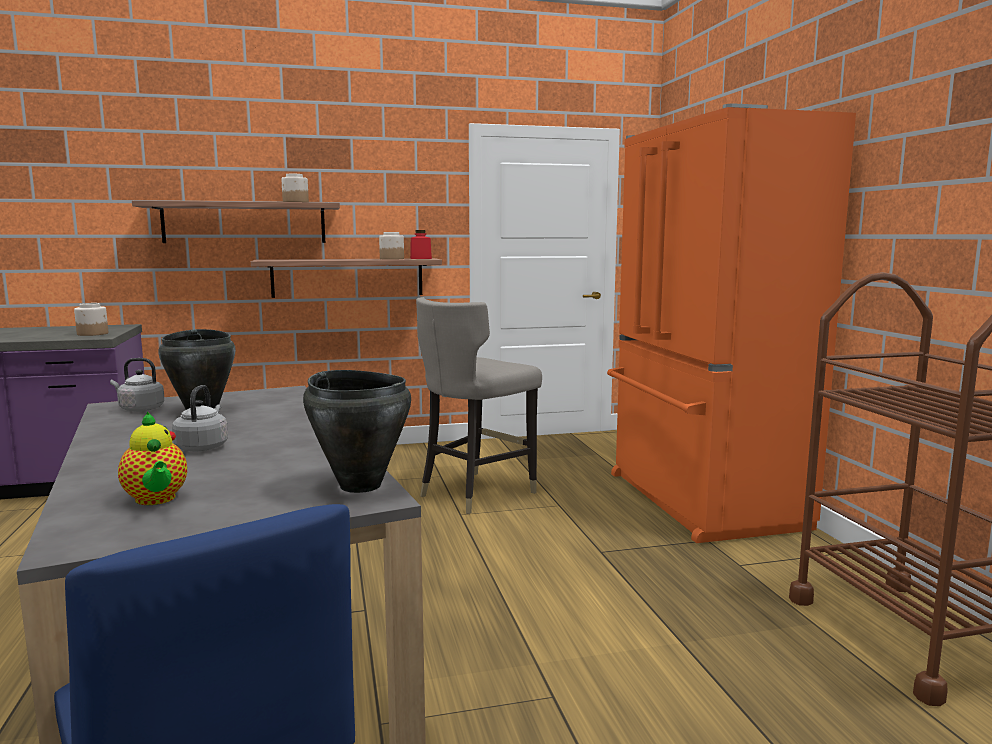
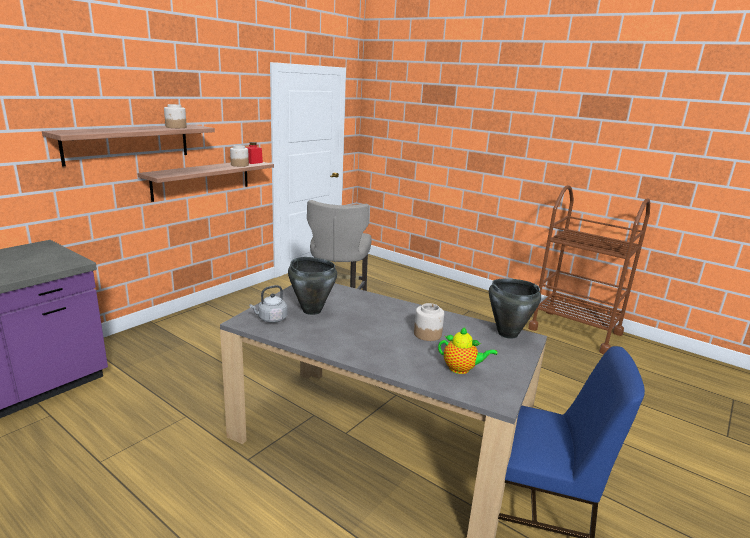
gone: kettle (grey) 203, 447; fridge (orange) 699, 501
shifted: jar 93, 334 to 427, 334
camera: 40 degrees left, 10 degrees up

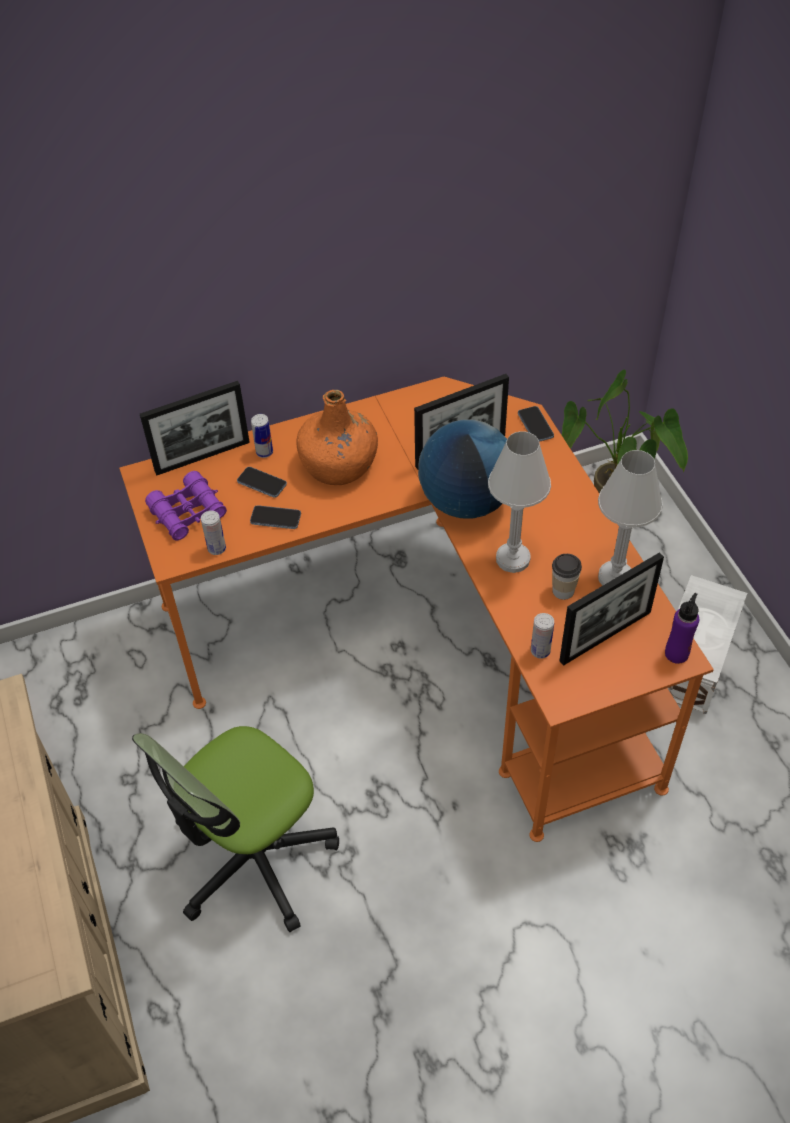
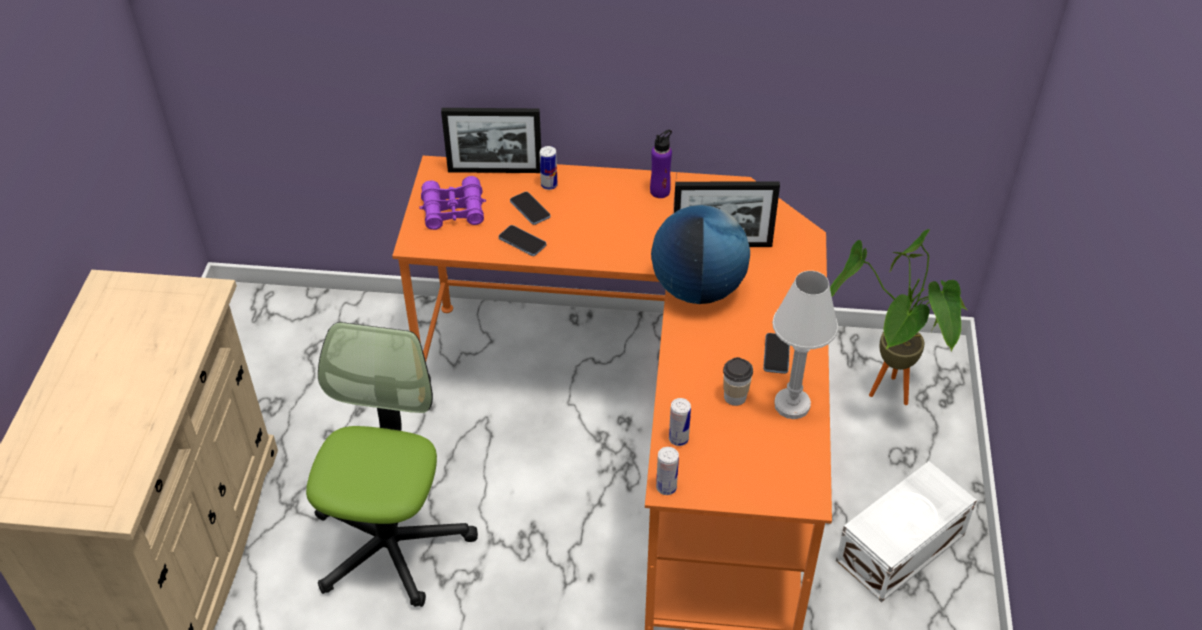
gone: bottle (orange) 339, 464; table lamp (white) 513, 559; picture frame 605, 636
shifted: can 217, 548 to 666, 487; phone 535, 425 to 776, 354; bottle (purple) 676, 653 to 660, 191
rotated: office chair 253, 858 = 391, 543 120 degrees clockwise
camera: 25 degrees right, 5 degrees down

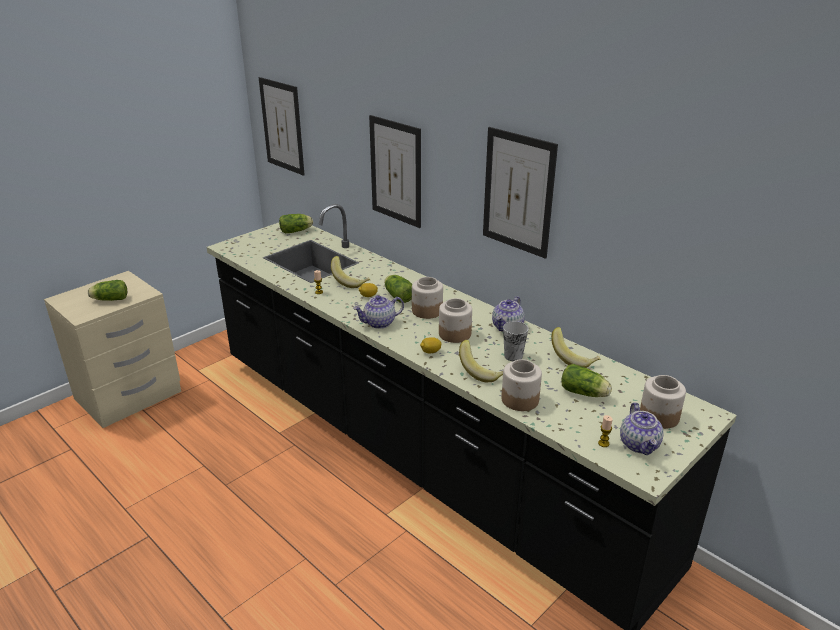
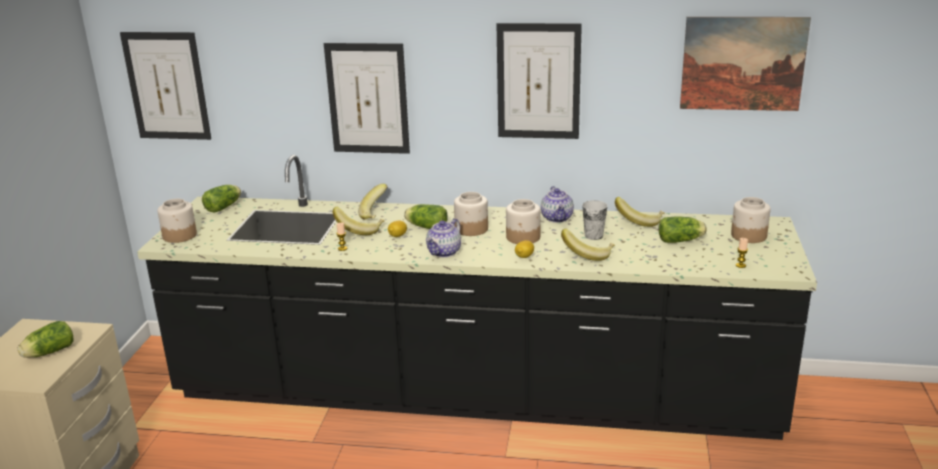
gone: teapot 640, 445
new: banana 376, 214; picture 743, 63
shifted: jar 520, 399 to 180, 235
camera: 35 degrees left, 5 degrees down

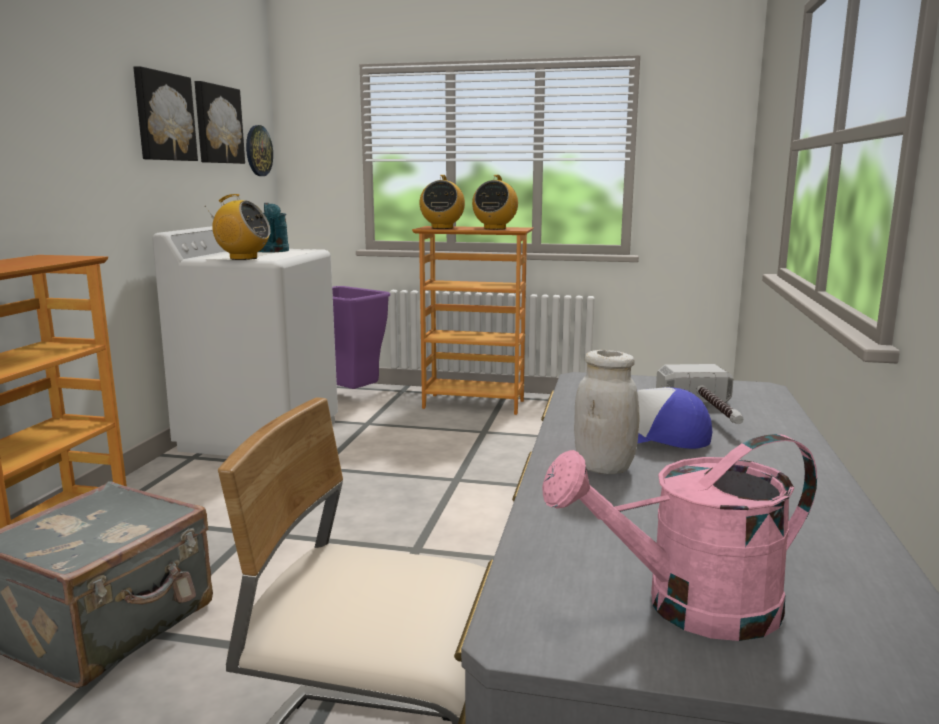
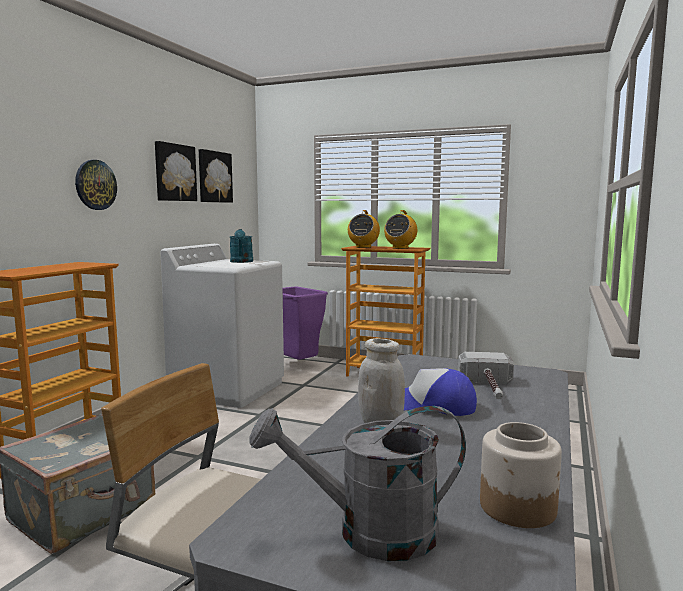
gone: radio 243, 258
new: jar 518, 507
shifted: wall clock 258, 151 to 95, 185
repainted: watering can (pink) 690, 608 to watering can (grey) 369, 533
camera: 10 degrees right, 5 degrees down

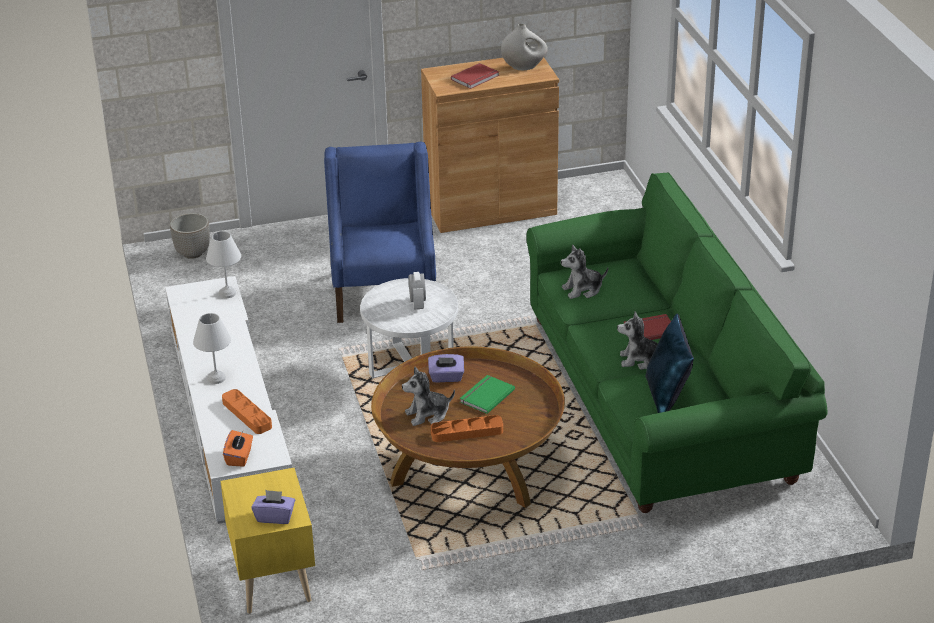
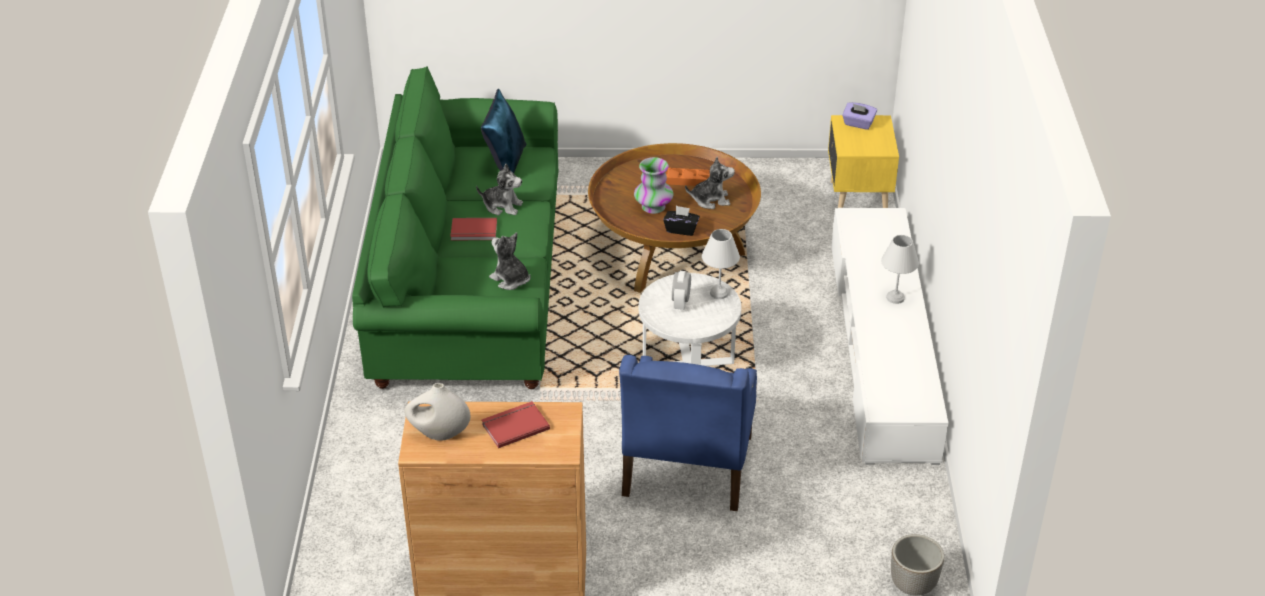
gone: tray (orange) 247, 415; tissue box (orange) 239, 457
shifted: table lamp (white) 227, 294 to 719, 292
swapped: book (green) 485, 396 to vase 653, 207
repainted: tissue box (purple) 446, 377 to tissue box (black) 681, 229
rotated: plush toy 582, 290 = 510, 280 135 degrees counterclockwise
camera: 165 degrees left, 5 degrees up

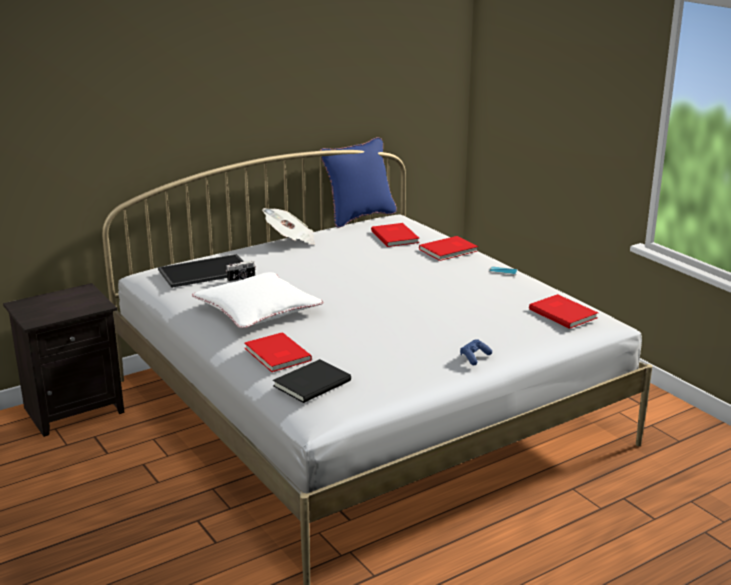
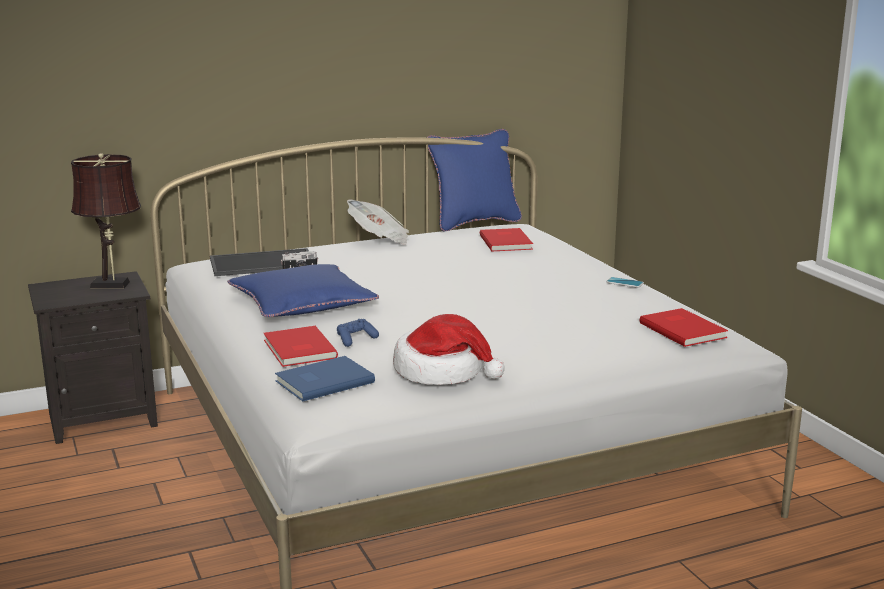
gone: book (red) 450, 250
new: table lamp (brown) 113, 285; hat 442, 371
shifted: game controller (blue) 474, 357 to 355, 339
repainted: pillow (white) 257, 309 to pillow (blue) 302, 303; book (black) 310, 383 to book (blue) 322, 381
camera: 10 degrees right, 5 degrees down

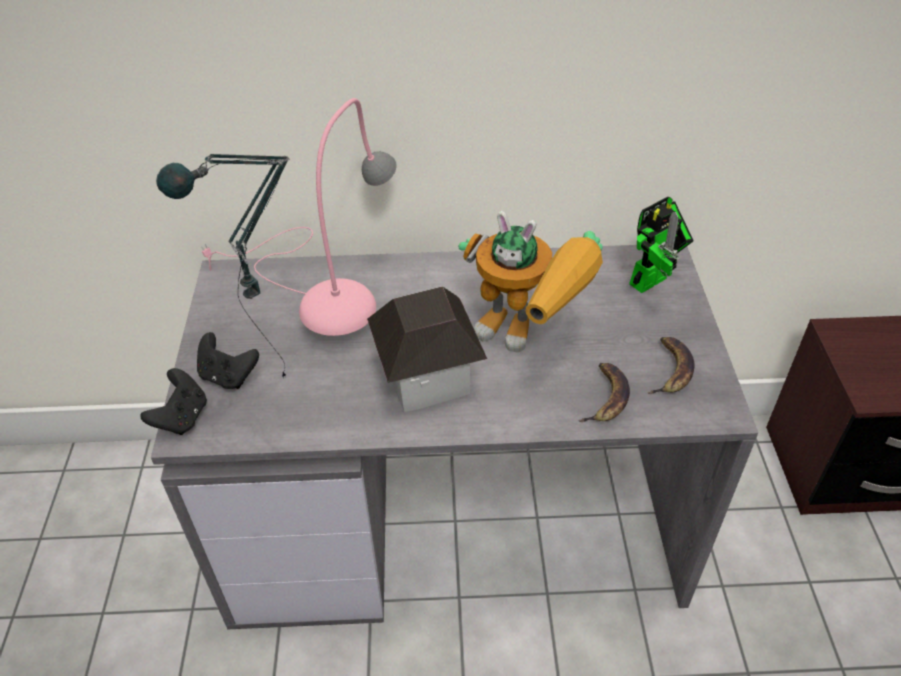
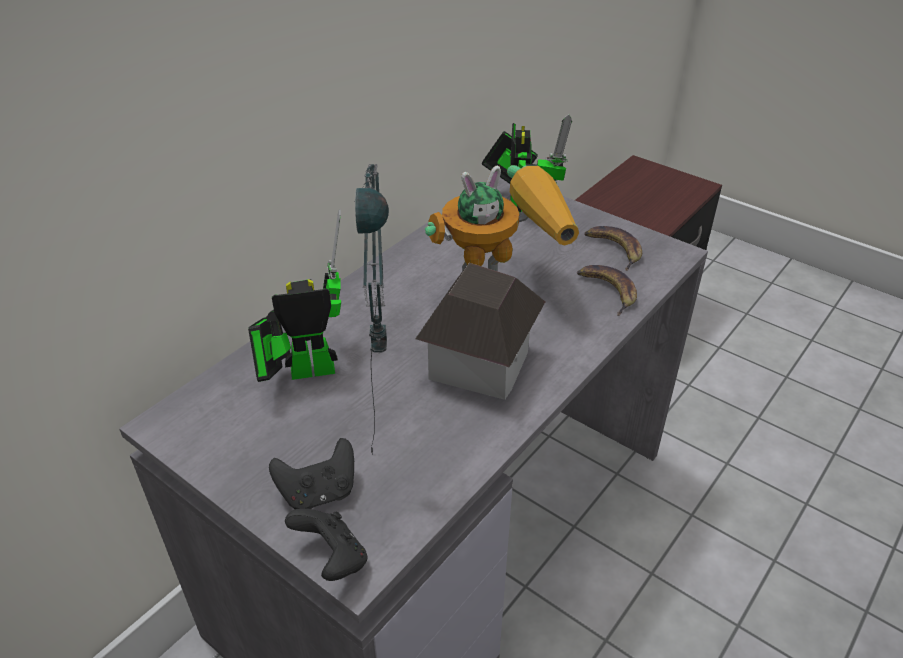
swapped: table lamp (pink) 326, 297 to toy robot 304, 371
camera: 50 degrees left, 5 degrees down

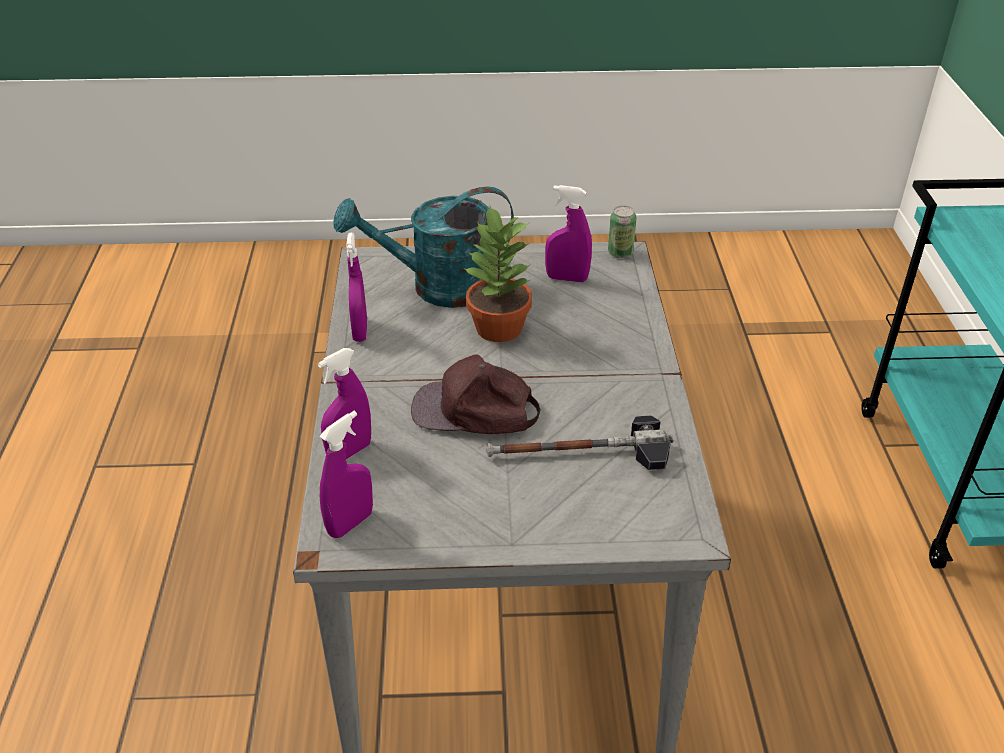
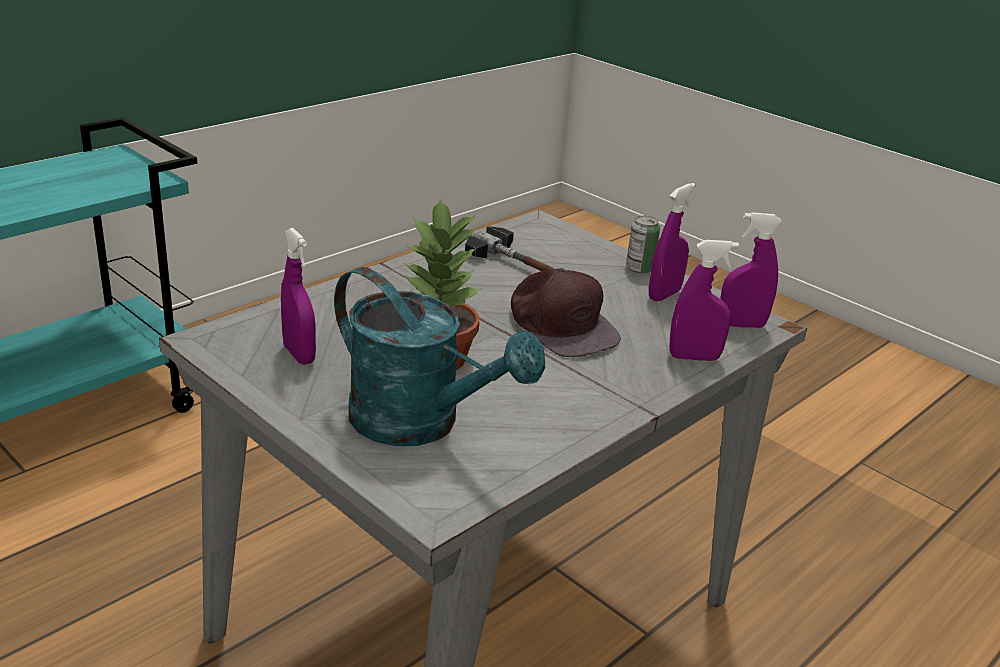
shifted: spray bottle (purple) 360, 331 to 664, 295; can 620, 252 to 639, 268
camera: 135 degrees left, 10 degrees down

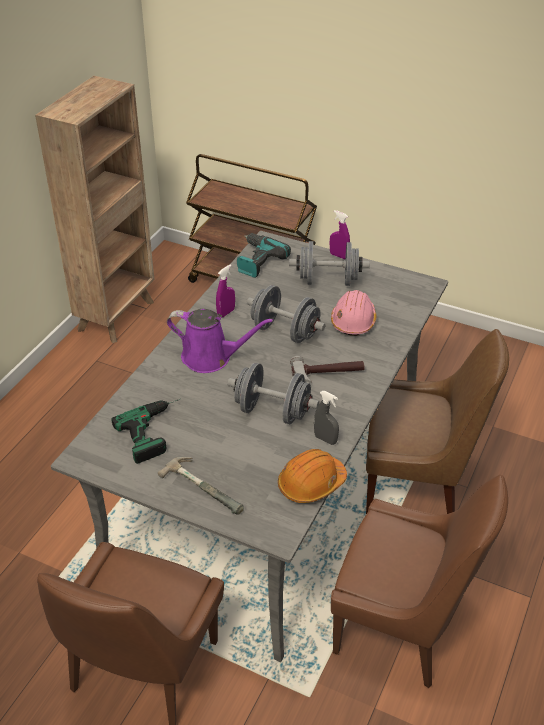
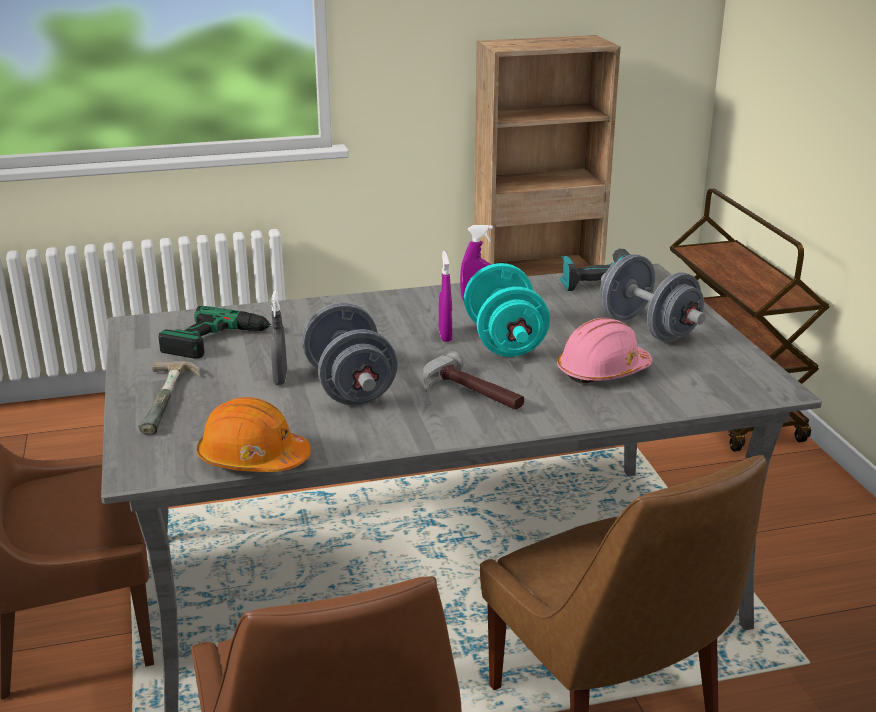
gone: watering can (purple) 211, 357
shifted: spray bottle (grey) 325, 439 to 280, 378; spray bottle (purple) 338, 256 to 445, 336
repainted: dumbbell (grey) 285, 331 to dumbbell (turquoise) 504, 341
camera: 50 degrees right, 15 degrees down

